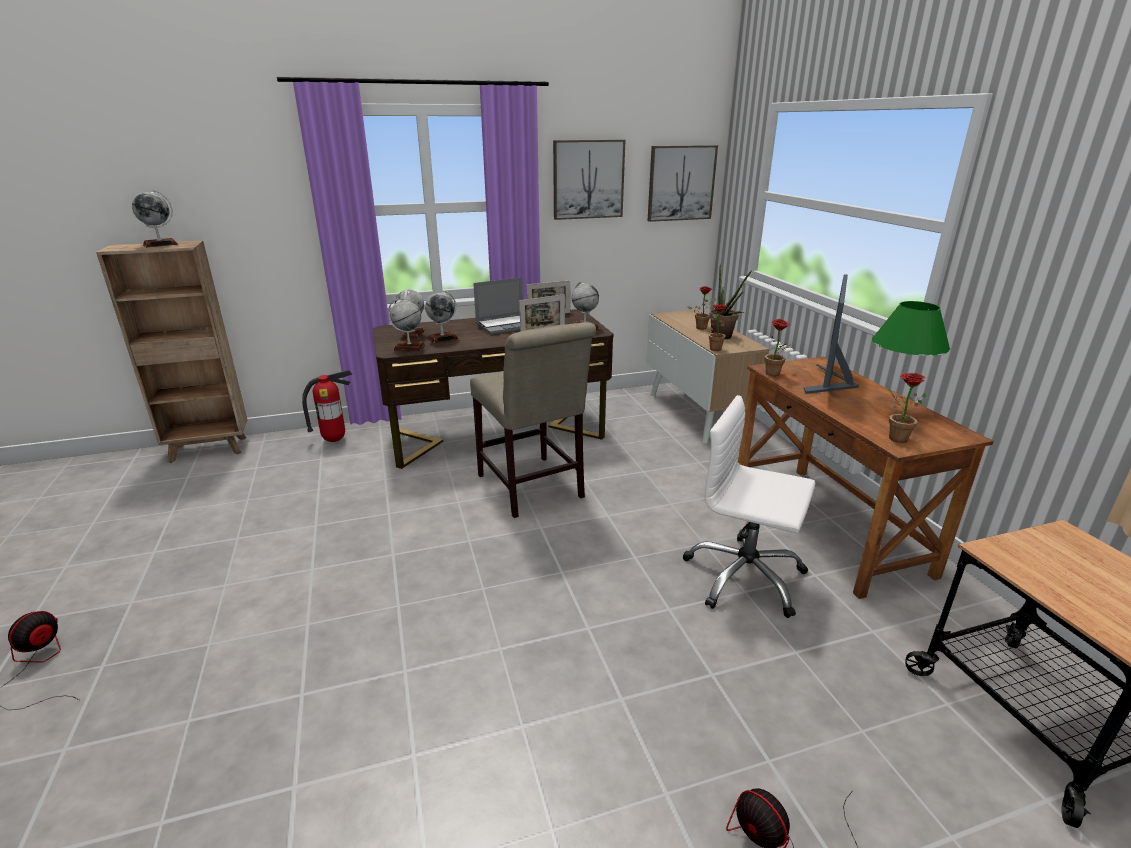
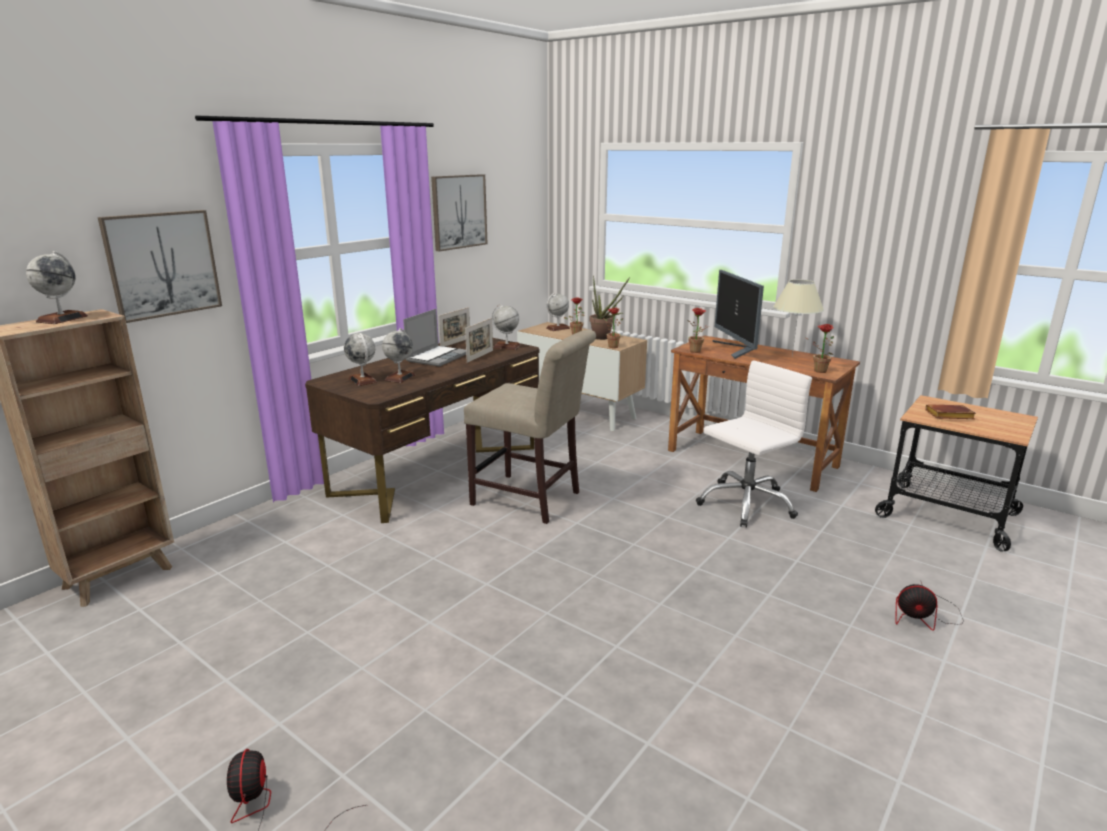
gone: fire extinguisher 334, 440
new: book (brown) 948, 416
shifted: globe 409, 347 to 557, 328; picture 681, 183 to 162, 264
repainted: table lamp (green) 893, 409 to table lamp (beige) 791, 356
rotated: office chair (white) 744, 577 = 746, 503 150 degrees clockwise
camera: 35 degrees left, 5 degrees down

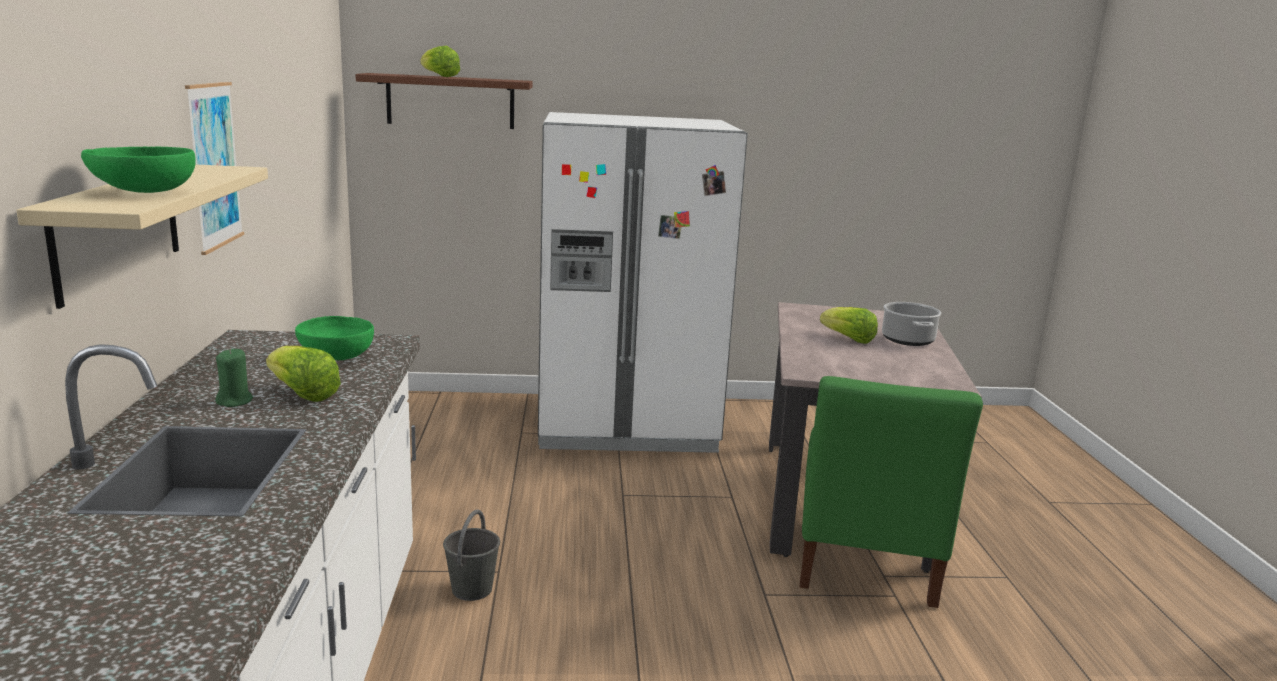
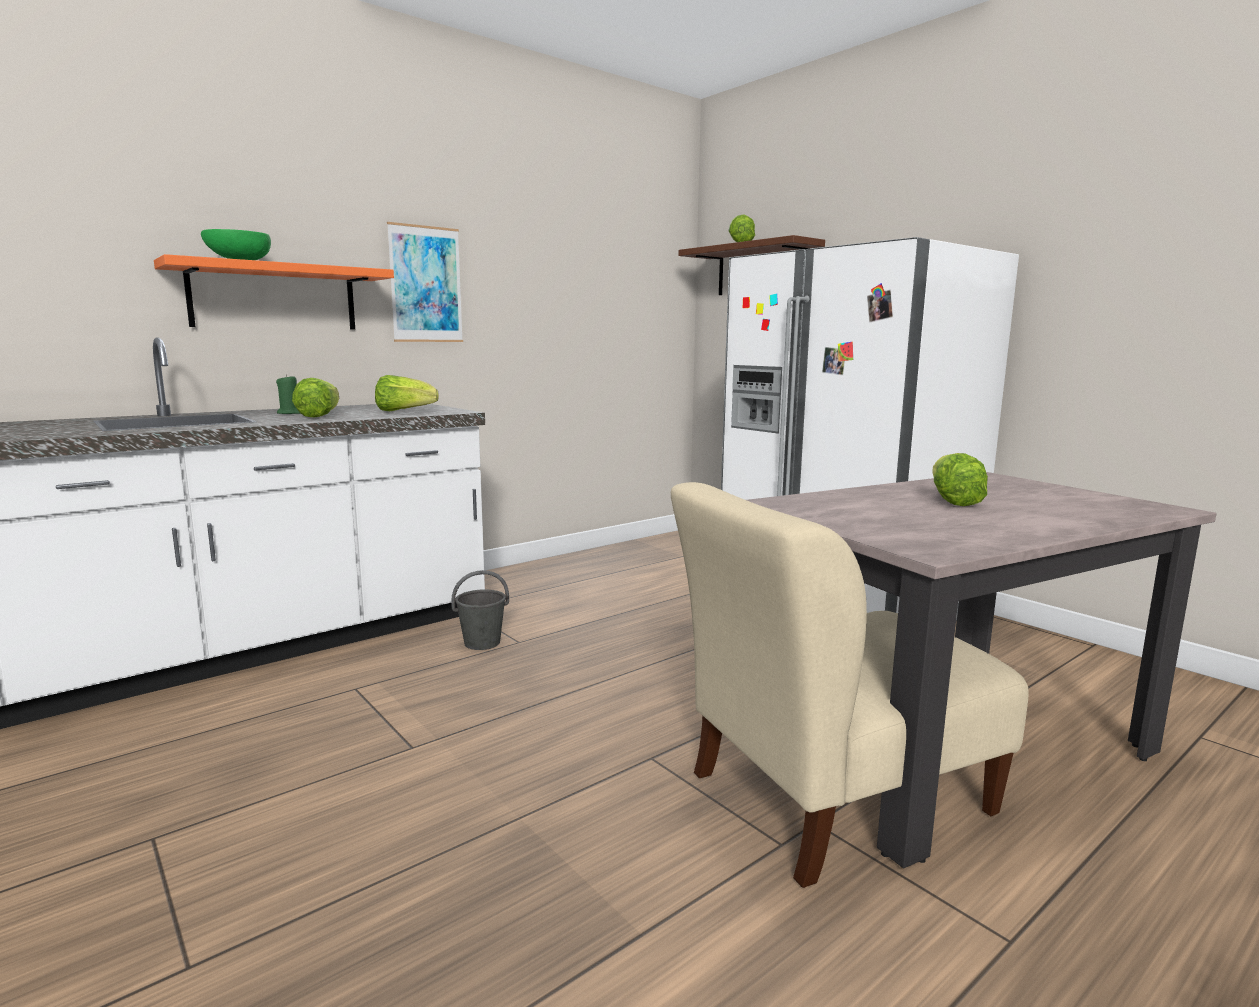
gone: cooking pot 908, 340
swapped: bowl (green) 336, 356 to lettuce 404, 411
repainted: shelf (beige) 118, 229 to shelf (orange) 274, 297; chair (green) 864, 559 to chair (beige) 829, 798
camera: 55 degrees right, 5 degrees down

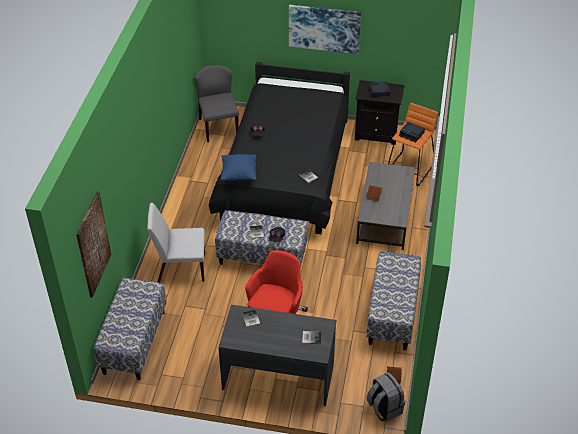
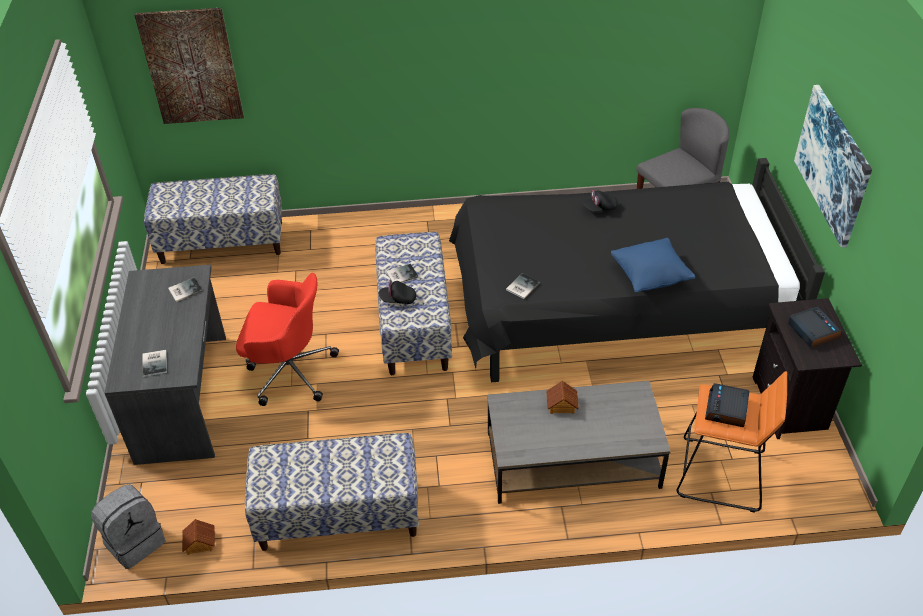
gone: chair (white) 180, 268
shifted: pillow (blue) 239, 175 to 650, 277
camera: 75 degrees right, 0 degrees up

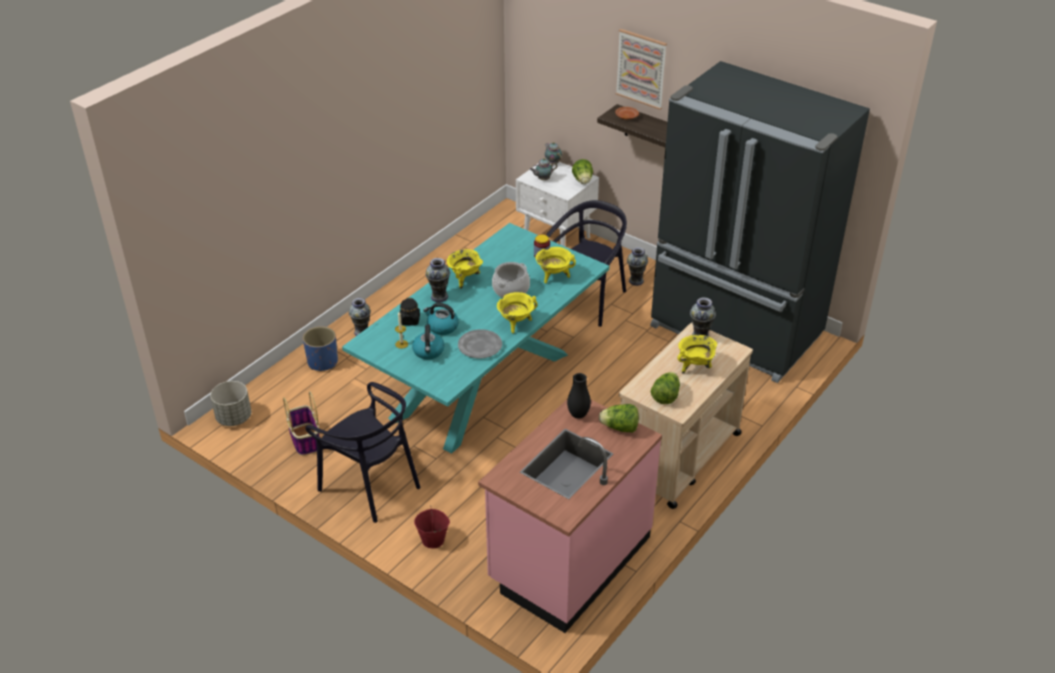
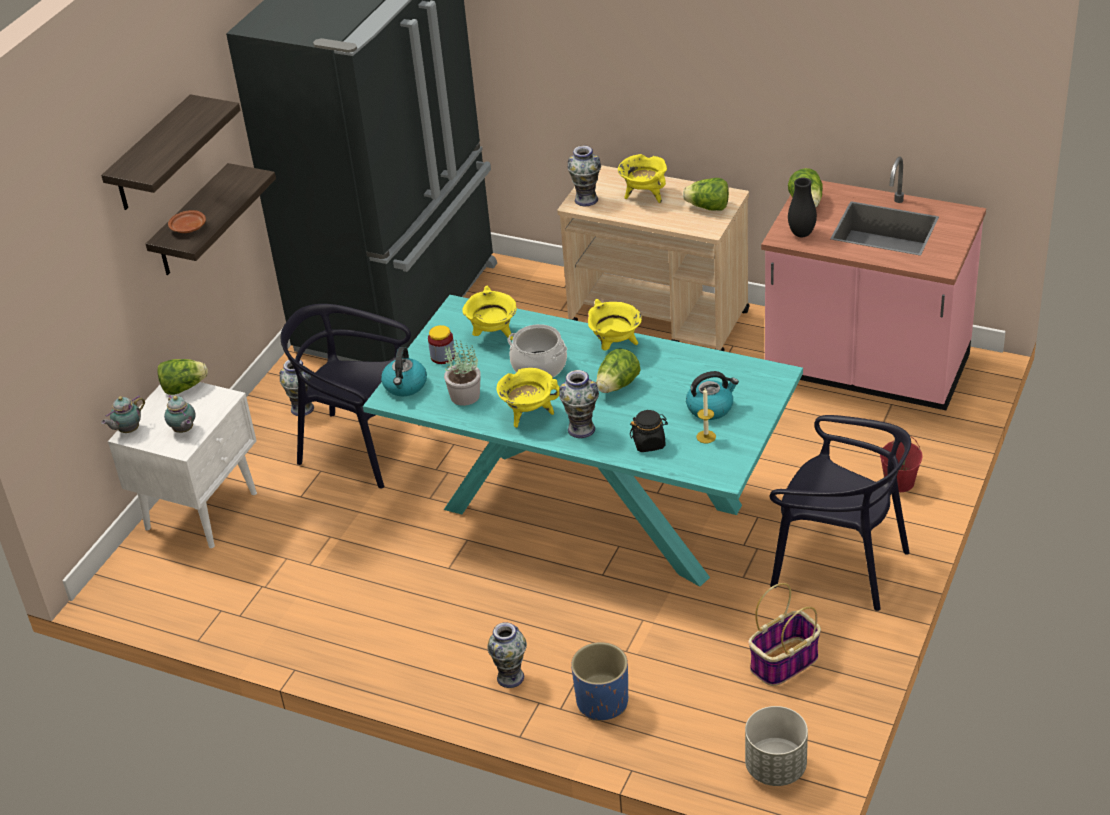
gone: plate (grey) 480, 346
new: potted plant 464, 396; lettuce 617, 386
shifted: kettle 442, 327 to 405, 386
swapped: picture 641, 68 to shelf 152, 155
rotated: chair (black) 370, 486 = 839, 565 90 degrees clockwise
camera: 100 degrees left, 0 degrees up

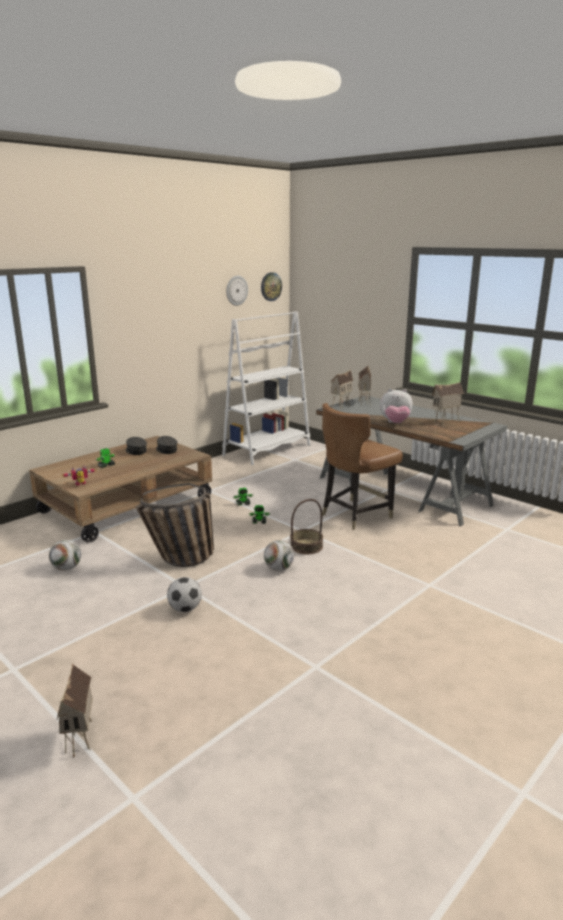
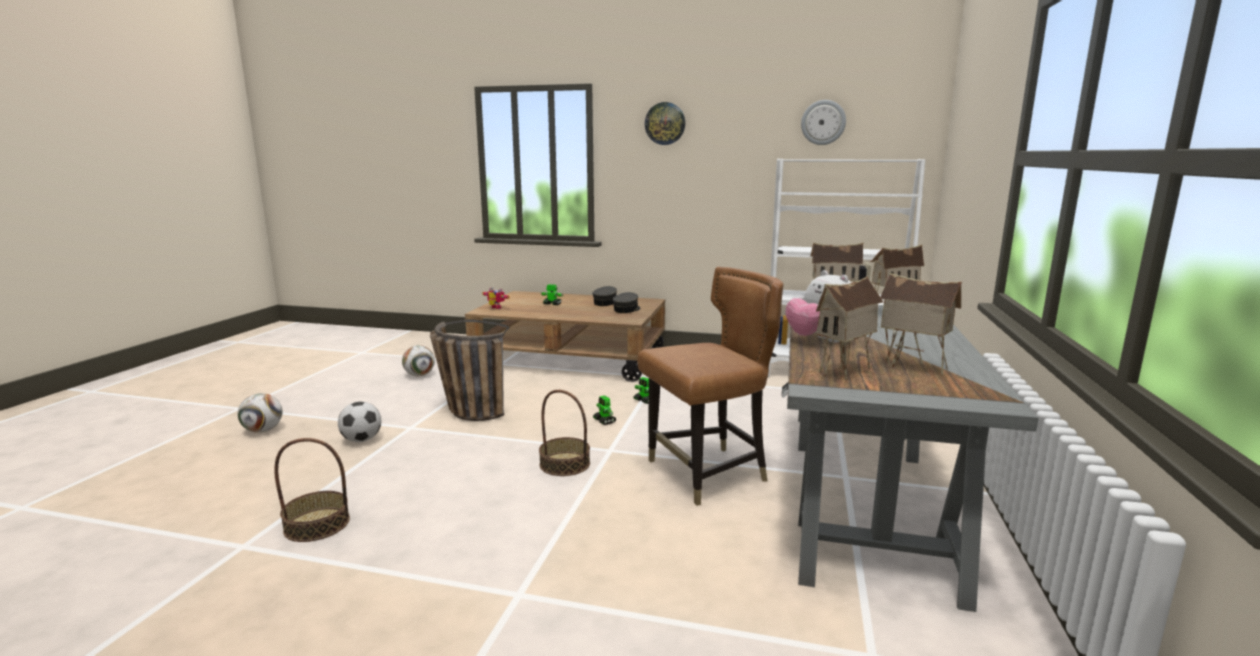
new: basket 317, 524
shifted: toy house 81, 739 to 845, 372; wall clock 271, 286 to 665, 123; football 279, 568 to 263, 430
rotated: chair (brown) 355, 515 = 707, 473 135 degrees clockwise
camera: 60 degrees right, 5 degrees down

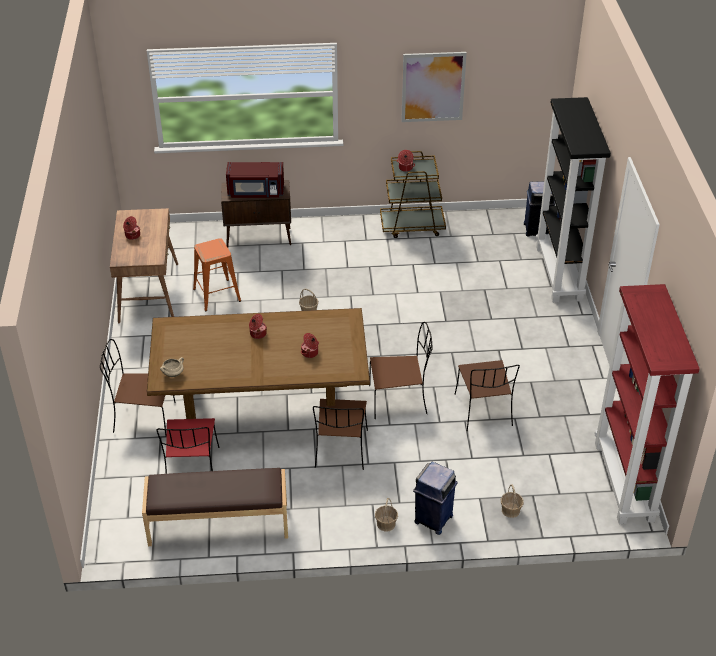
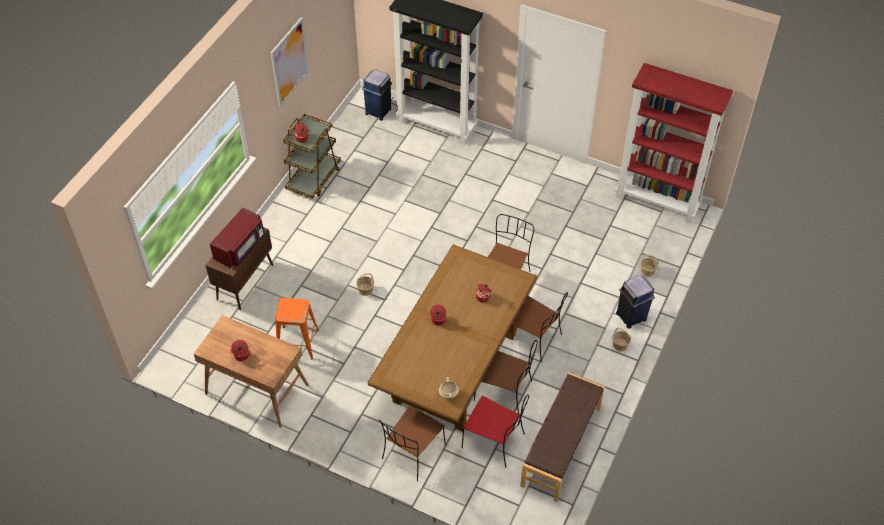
shifted: chair (brown) 484, 411 to 504, 391
camera: 60 degrees left, 10 degrees up

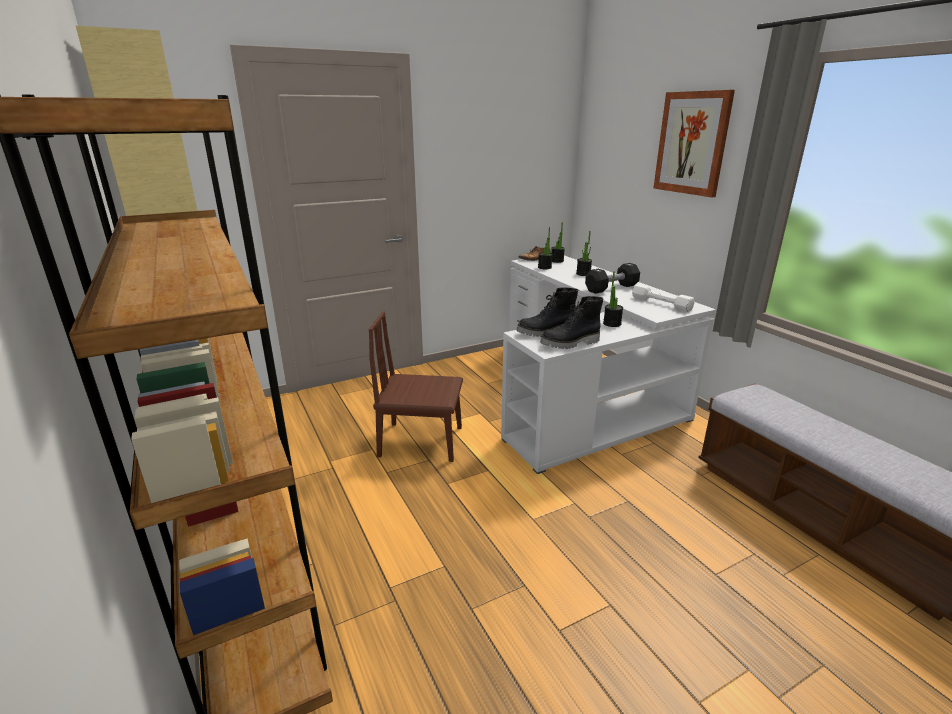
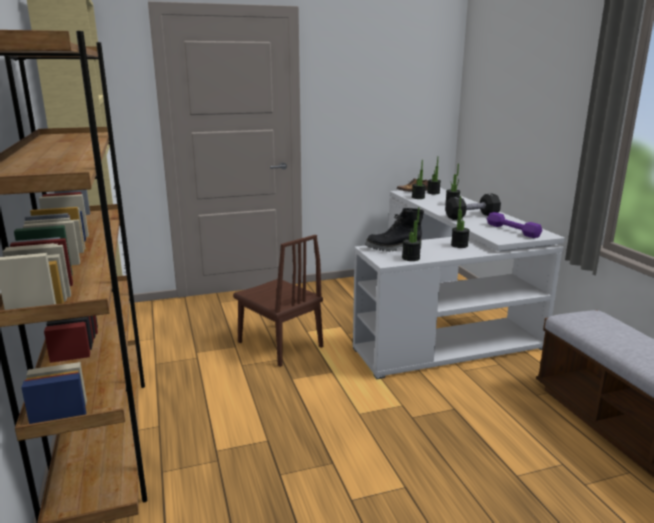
gone: picture 692, 143
swapped: boot (black) 570, 343 to potted plant 410, 258
repainted: dumbbell (white) 661, 304 to dumbbell (purple) 512, 230
rotated: chair (brown) 421, 441 = 280, 344 150 degrees counterclockwise
camera: 10 degrees right, 5 degrees down

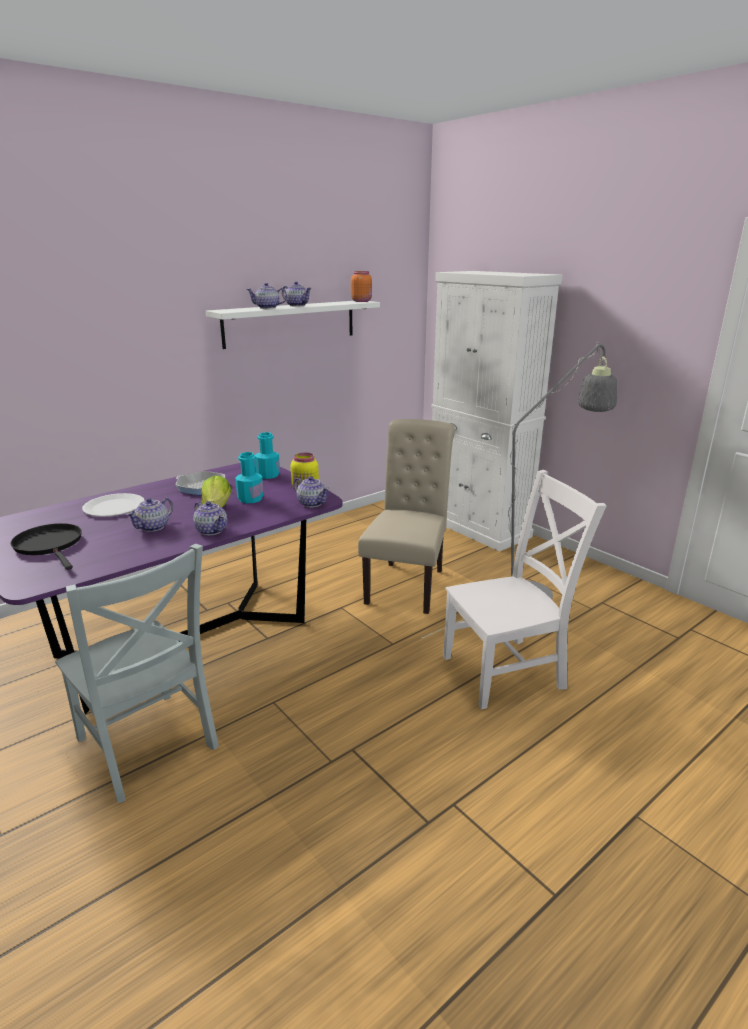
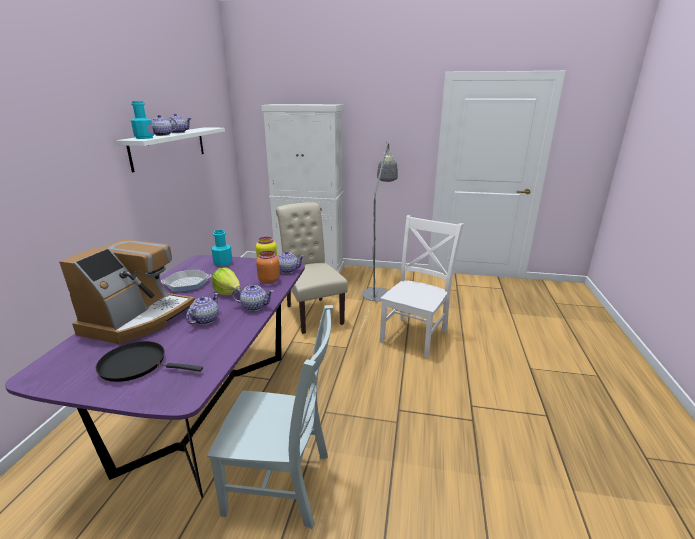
shifted: bottle (turquoise) 250, 499 to 144, 138; jar (orange) 361, 301 to 269, 280
swapped: plate (white) 114, 507 to coffee machine 138, 319
rotated: teapot 153, 527 = 205, 320 150 degrees counterclockwise
camera: 40 degrees left, 0 degrees up

